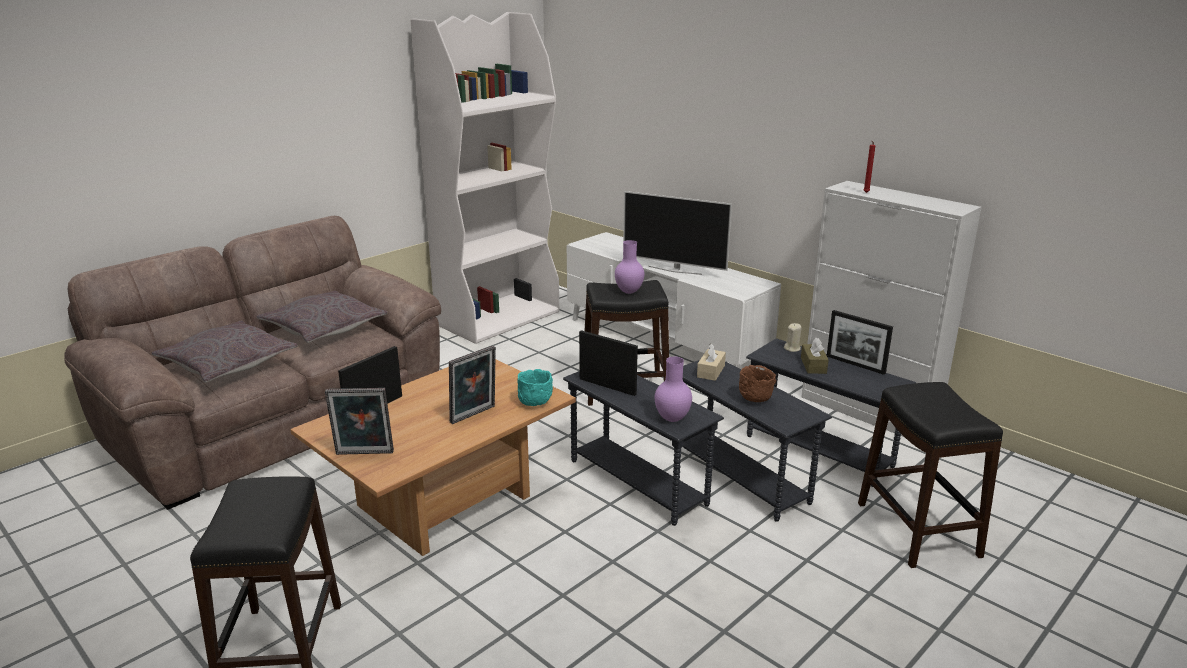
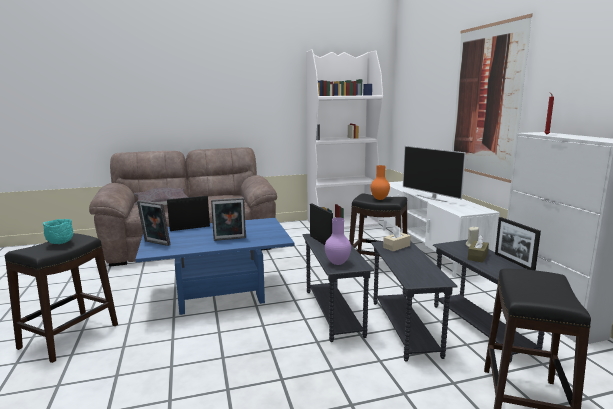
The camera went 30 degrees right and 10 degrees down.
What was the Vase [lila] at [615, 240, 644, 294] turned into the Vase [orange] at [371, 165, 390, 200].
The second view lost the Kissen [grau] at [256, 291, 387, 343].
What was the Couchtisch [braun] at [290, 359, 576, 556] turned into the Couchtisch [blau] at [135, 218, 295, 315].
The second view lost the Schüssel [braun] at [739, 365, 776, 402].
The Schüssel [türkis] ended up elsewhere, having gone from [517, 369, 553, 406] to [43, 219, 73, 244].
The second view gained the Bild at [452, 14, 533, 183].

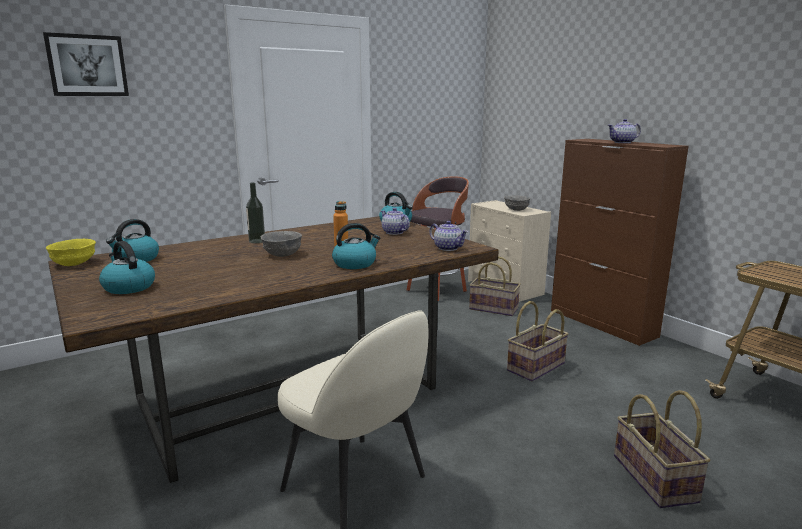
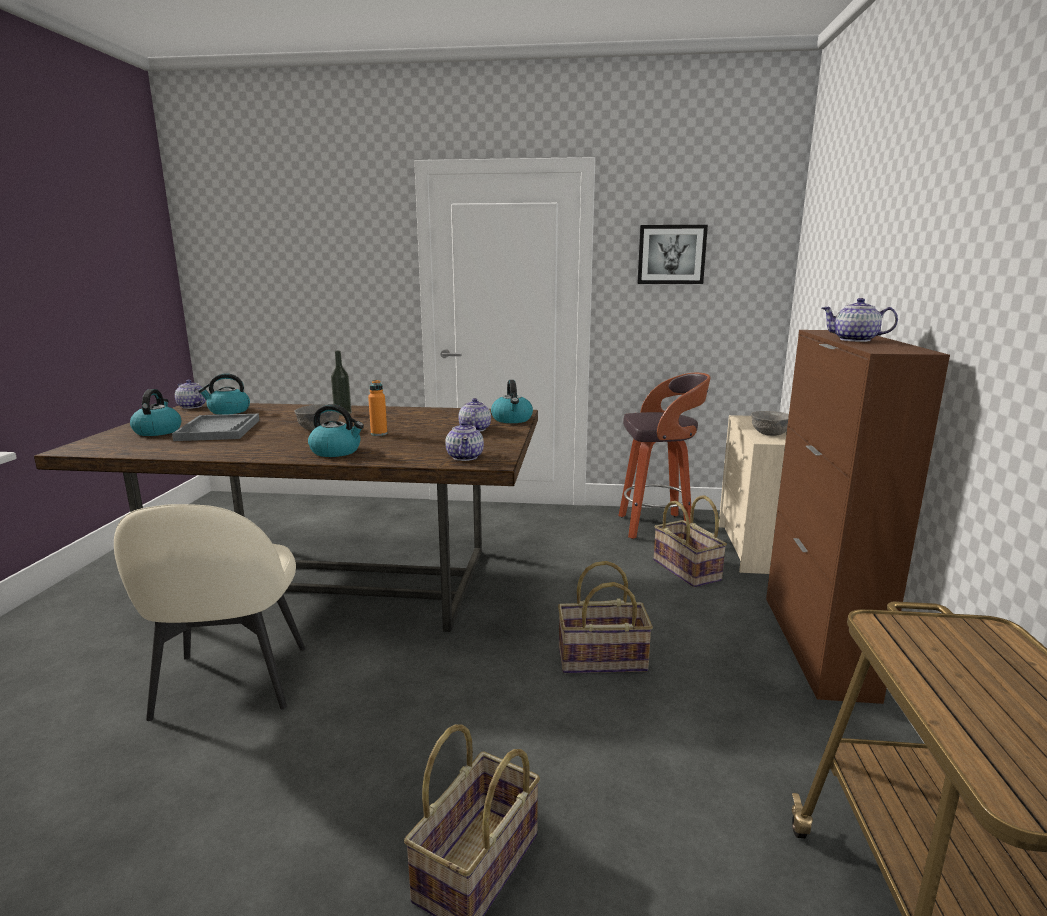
The camera went 40 degrees right and 0 degrees up.
The Bild ended up elsewhere, having gone from [43, 32, 129, 96] to [637, 225, 708, 284].
Where the Schüssel [gelb] stood at [46, 239, 96, 266], the Teekanne came to stand at [175, 380, 206, 409].
The second view gained the Tablett [grau] at [172, 414, 260, 441].

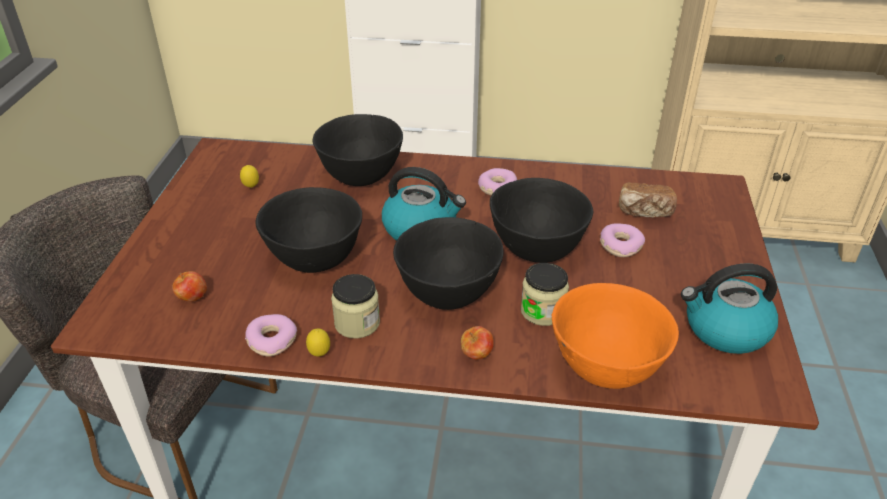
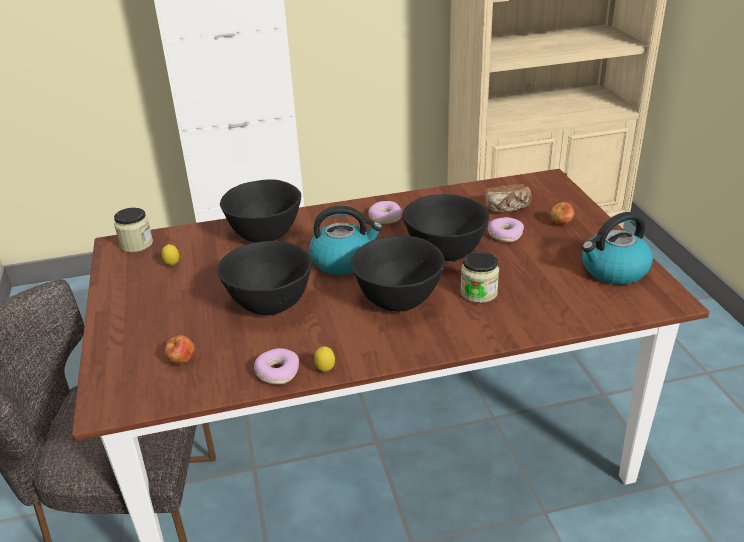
The camera went 20 degrees left and 5 degrees down.
The Vorratsglas ended up elsewhere, having gone from [331, 274, 380, 339] to [114, 208, 153, 252].
The second view lost the Schüssel [orange] at [552, 283, 679, 389].
The Apfel ended up elsewhere, having gone from [461, 326, 494, 360] to [551, 202, 574, 224].

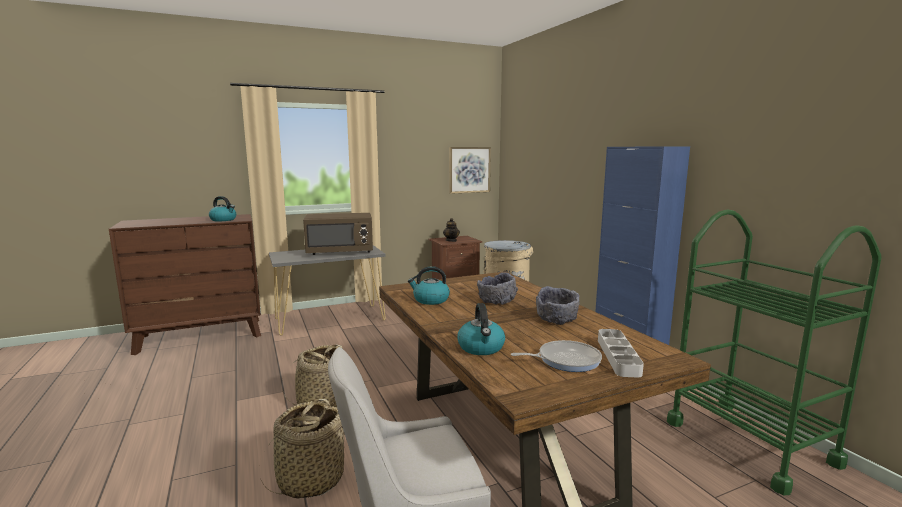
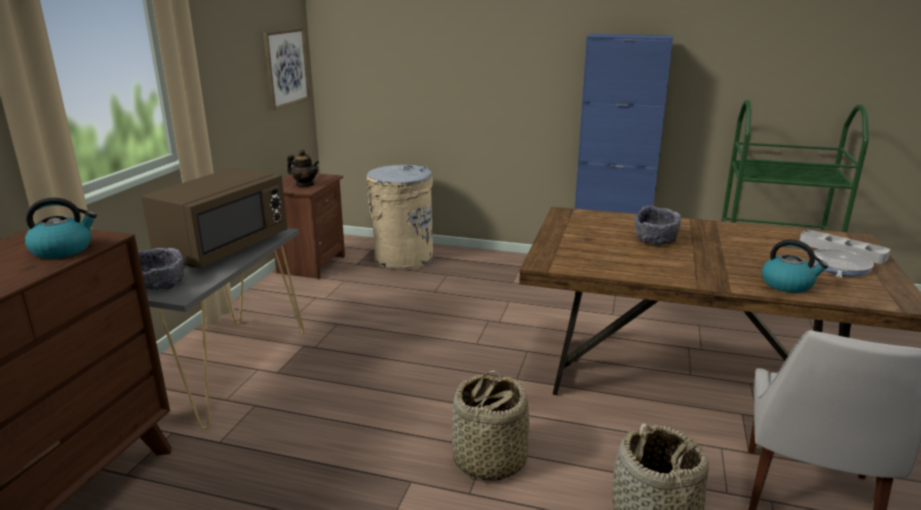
The camera went 50 degrees left and 10 degrees up.
The second view lost the Wasserkessel at [408, 266, 450, 305].
The Schüssel [grau] ended up elsewhere, having gone from [536, 286, 579, 325] to [138, 248, 184, 290].

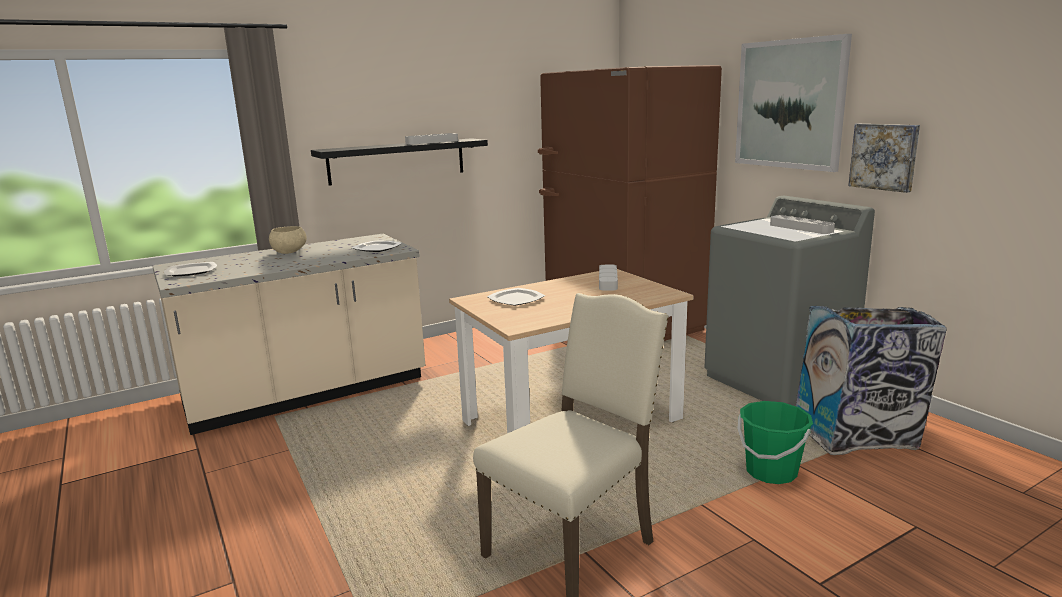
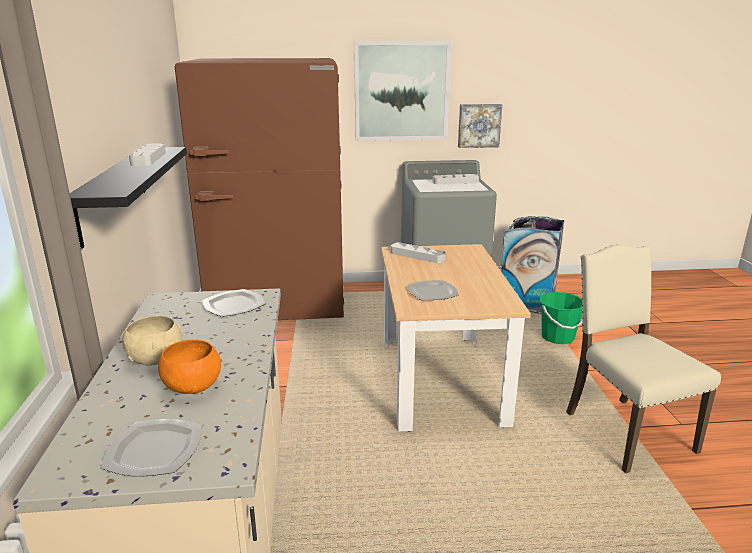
The camera went 65 degrees left and 5 degrees up.
The second view gained the Schüssel [orange] at [158, 339, 221, 394].

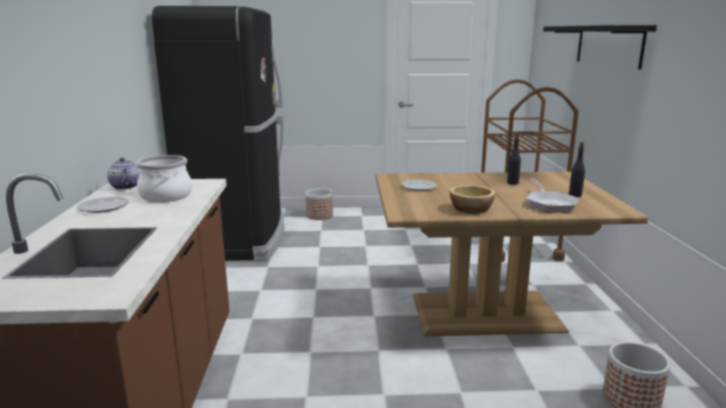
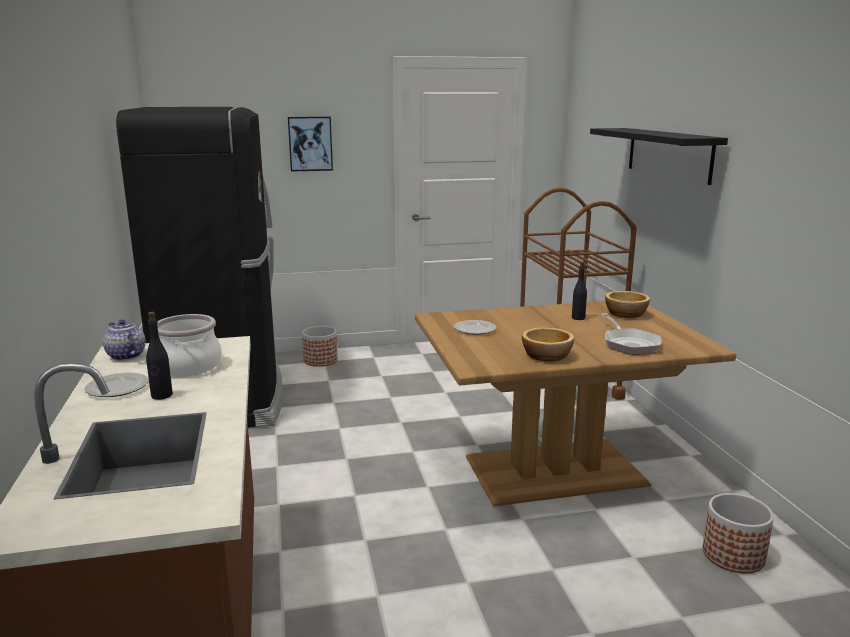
The camera went 10 degrees left and 0 degrees up.
The Flasche [schwarz] ended up elsewhere, having gone from [569, 142, 585, 197] to [146, 312, 173, 400].
The second view gained the Bild at [288, 117, 333, 171].
The second view gained the Schüssel at [605, 291, 650, 318].

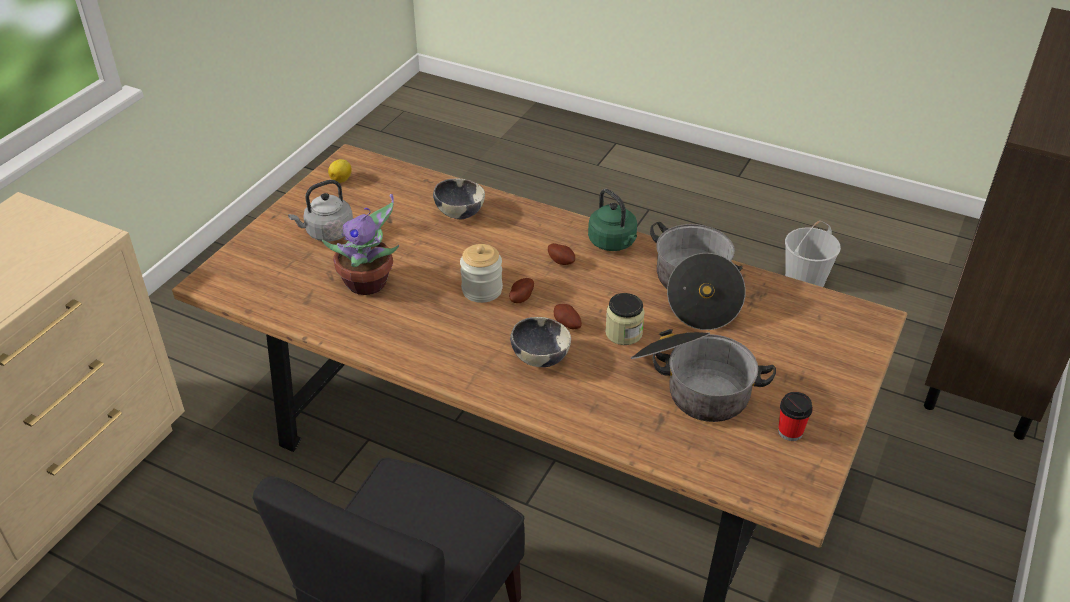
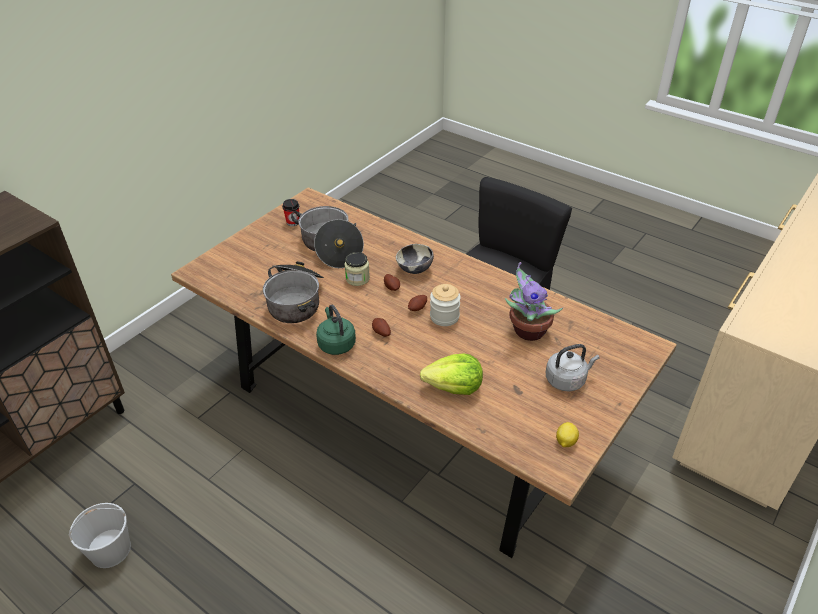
The camera went 170 degrees left and 0 degrees up.
Where the Schüssel stood at [433, 179, 485, 219], the Salatkopf came to stand at [420, 353, 483, 395].

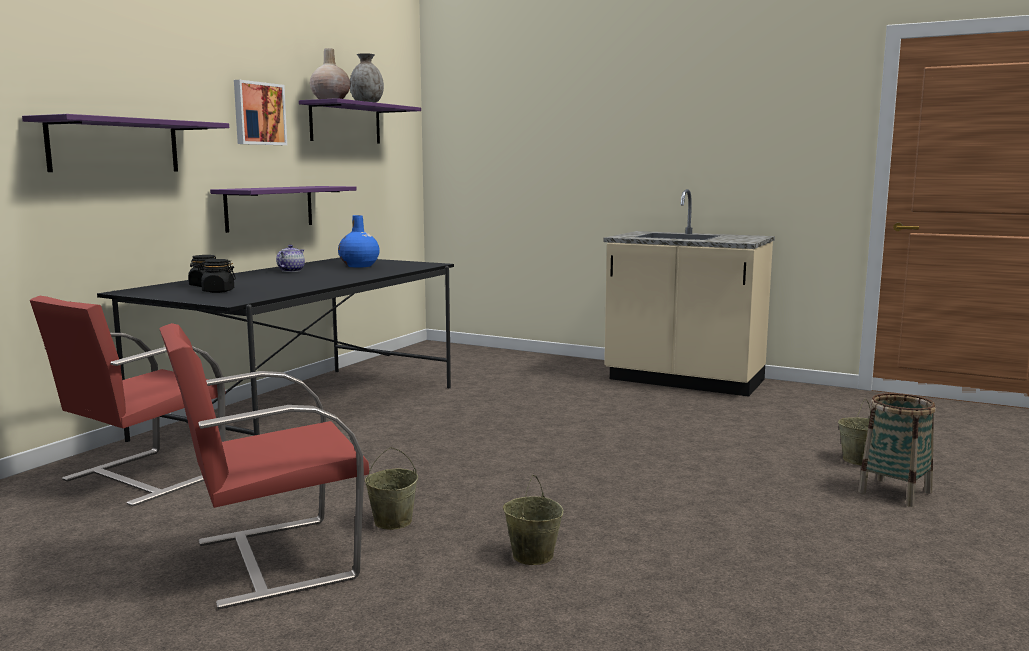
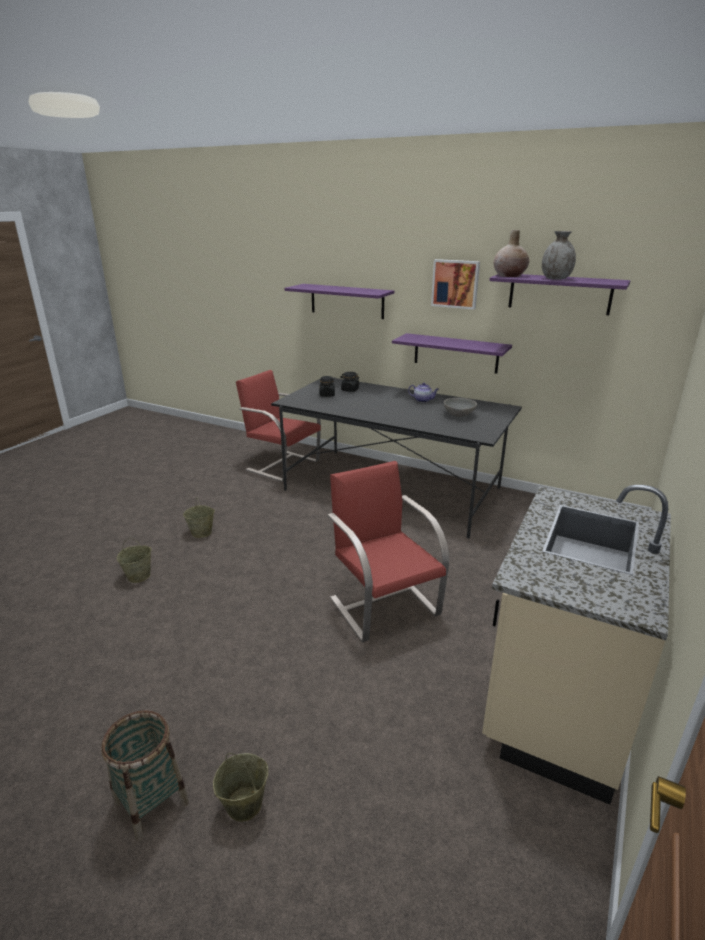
The camera went 90 degrees right and 15 degrees up.
Where the Vase [blau] stood at [338, 215, 380, 268], the Schüssel [grau] came to stand at [444, 398, 477, 417].
The Stuhl [rot] ended up elsewhere, having gone from [159, 323, 369, 609] to [327, 461, 449, 642].

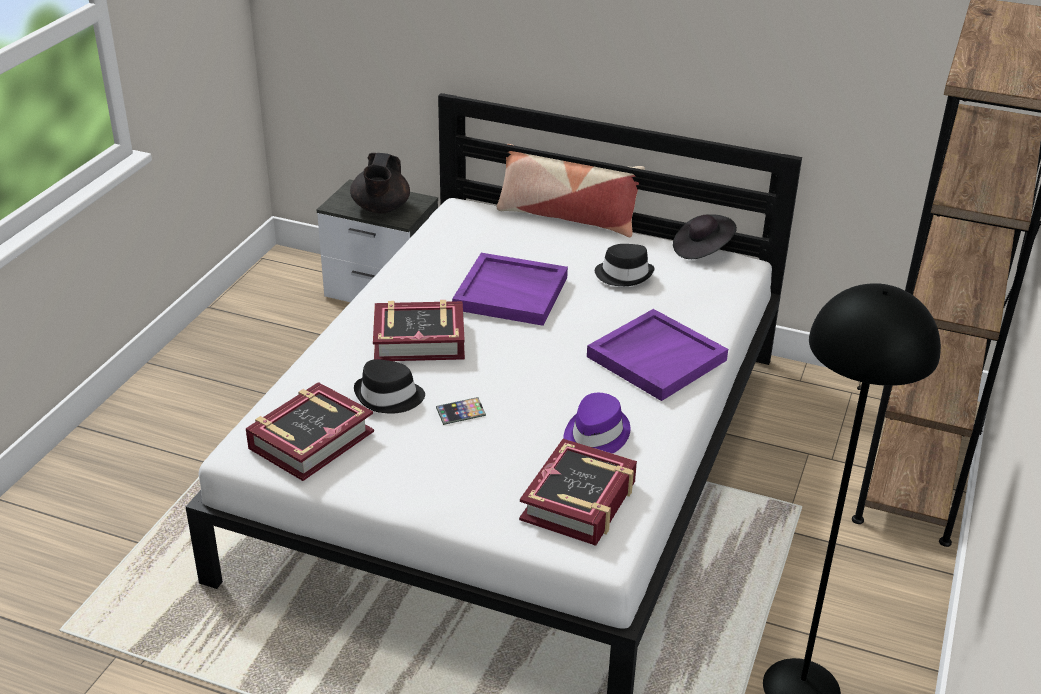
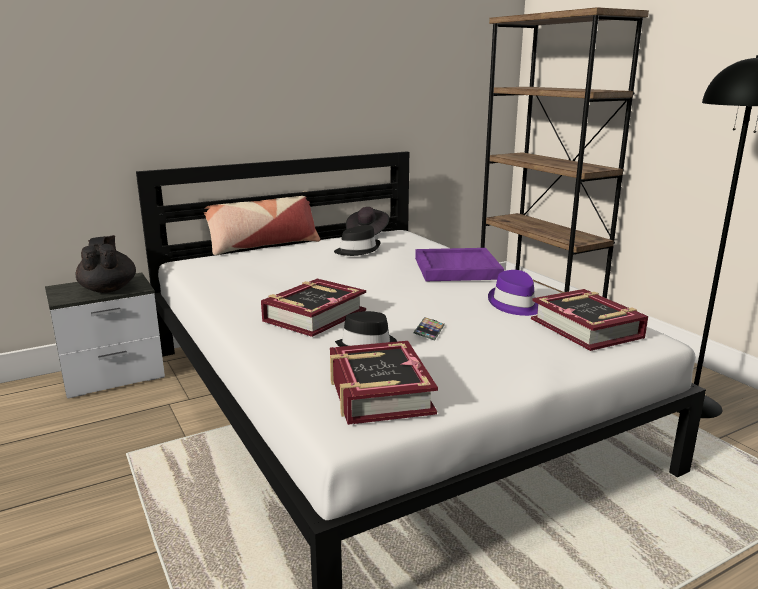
The camera went 50 degrees left and 15 degrees down.
The Teekanne [schwarz] at [350, 153, 410, 214] ended up facing another way, 150 degrees counterclockwise from before.
The second view lost the Tablett [lila] at [452, 253, 568, 326].

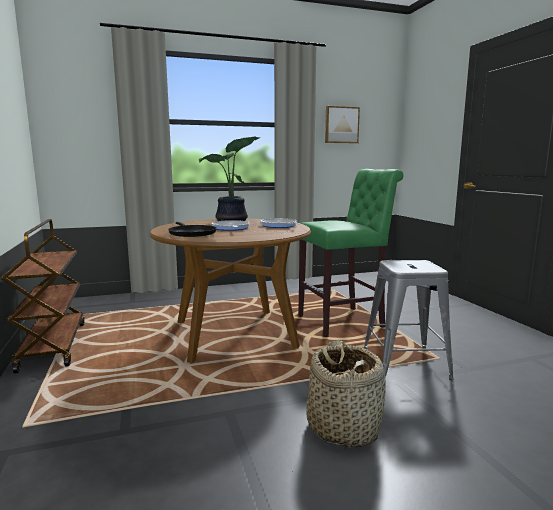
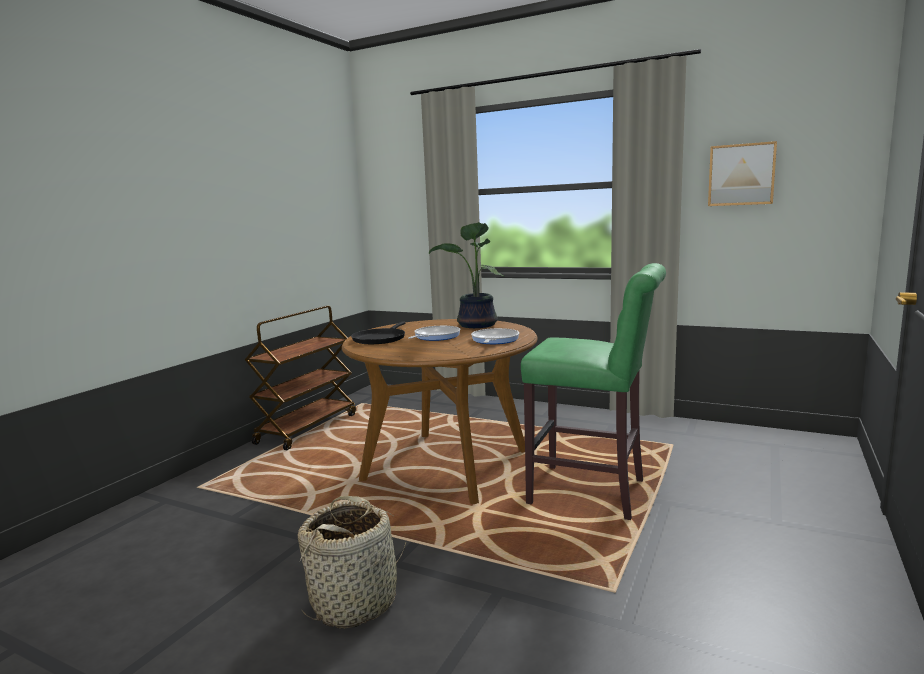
The camera went 45 degrees right and 0 degrees up.
The second view lost the Hocker [grau] at [364, 260, 454, 380].

